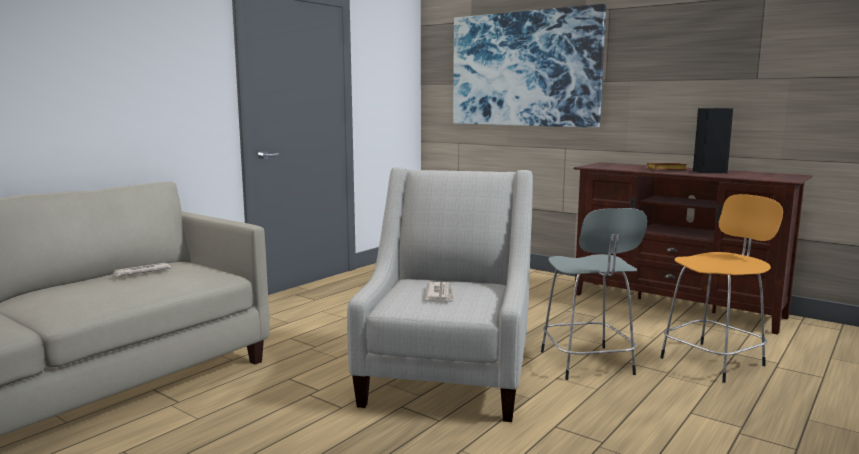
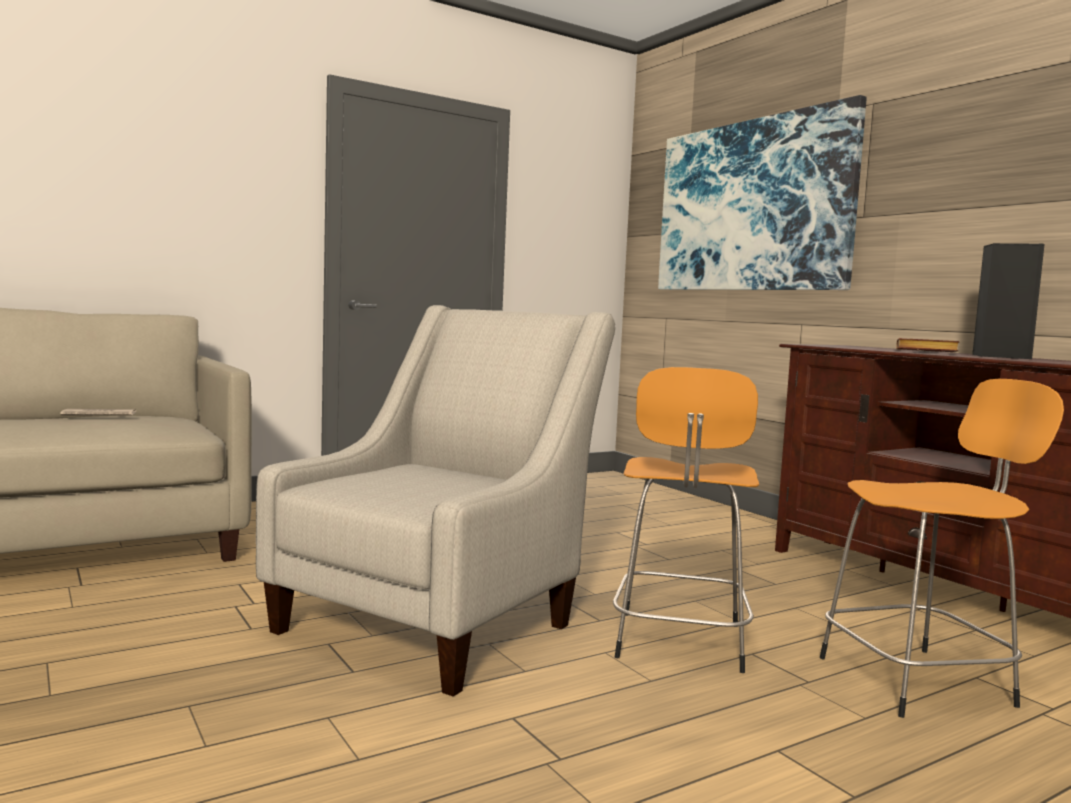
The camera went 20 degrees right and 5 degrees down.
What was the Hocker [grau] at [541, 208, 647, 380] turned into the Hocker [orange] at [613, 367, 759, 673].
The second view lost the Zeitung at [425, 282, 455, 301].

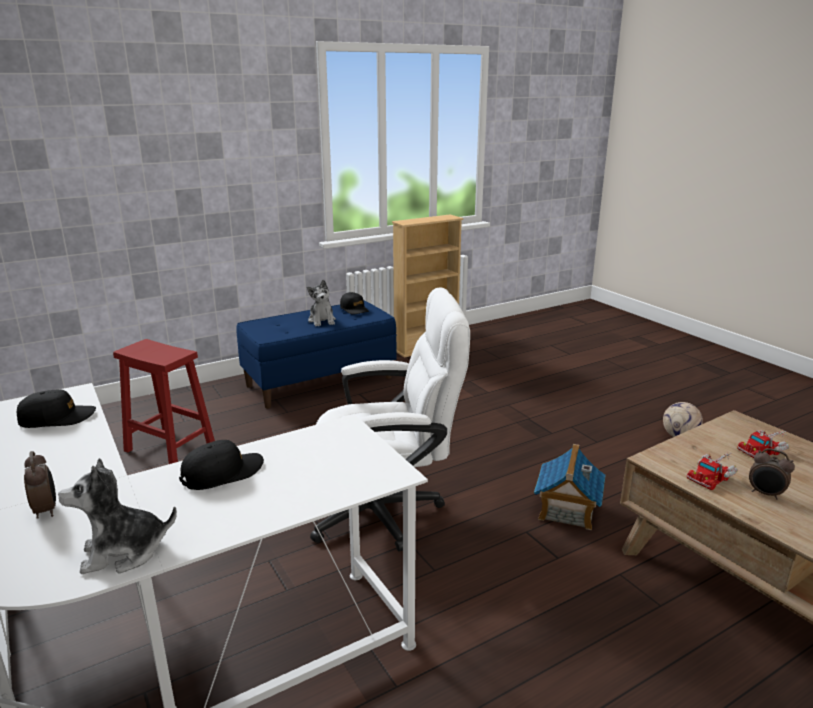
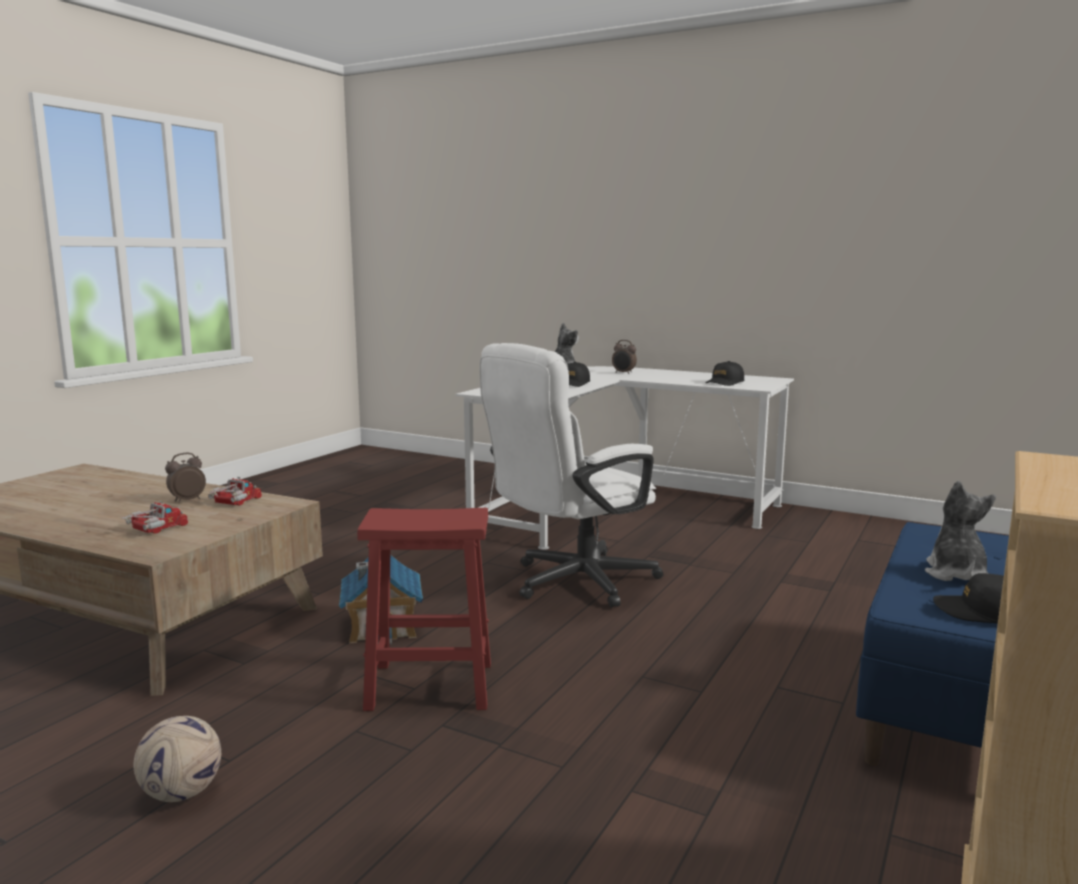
The camera went 150 degrees right and 10 degrees down.
The Plüschtier at [307, 280, 336, 326] ended up facing another way, 60 degrees clockwise from before.
The Hocker [rot] ended up elsewhere, having gone from [113, 339, 215, 464] to [357, 508, 491, 711].
The Wecker at [749, 448, 795, 500] ended up facing another way, 45 degrees counterclockwise from before.

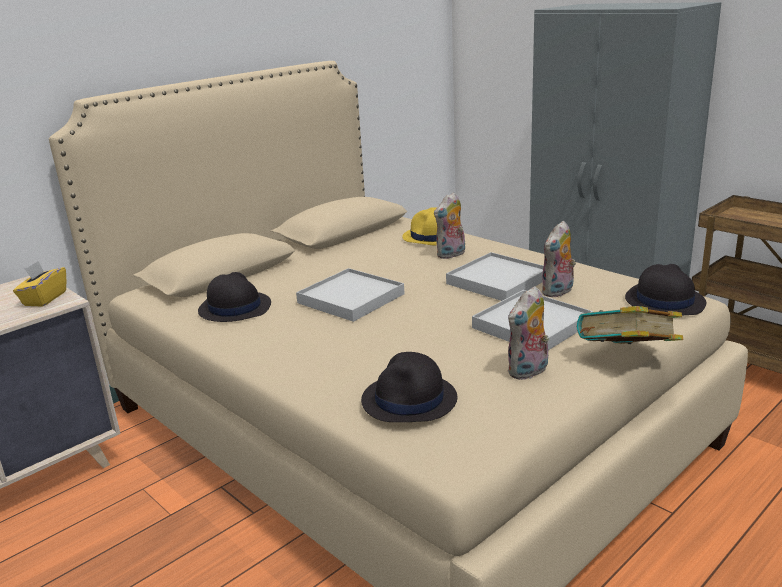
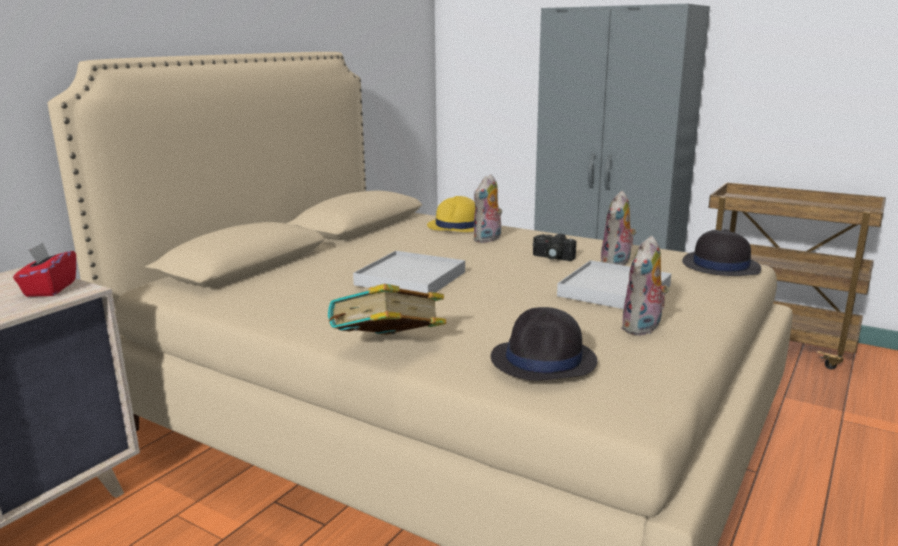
The camera went 15 degrees left and 5 degrees down.
Where the Tablett [weiß] stood at [446, 252, 544, 301], the Kamera came to stand at [533, 233, 576, 261].
What was the Taschentuchbox [gelb] at [13, 261, 66, 307] turned into the Taschentuchbox [rot] at [13, 242, 76, 297].
The second view lost the Hut [schwarz] at [198, 272, 271, 322].
The Buch ended up elsewhere, having gone from [577, 306, 683, 344] to [328, 284, 446, 335].

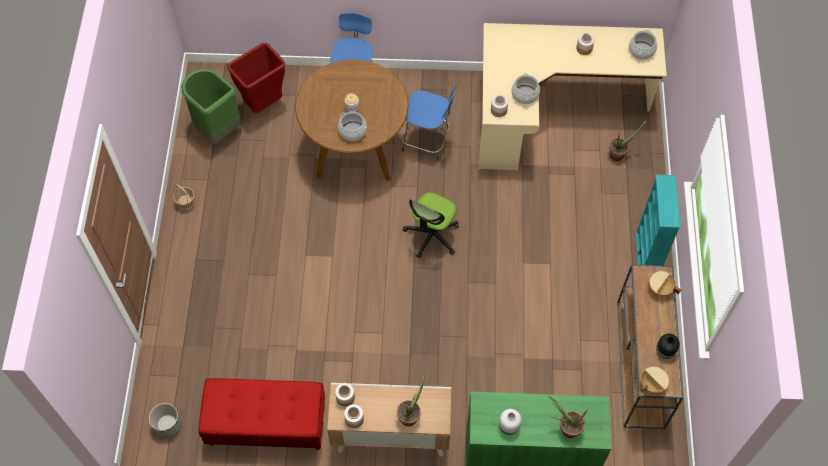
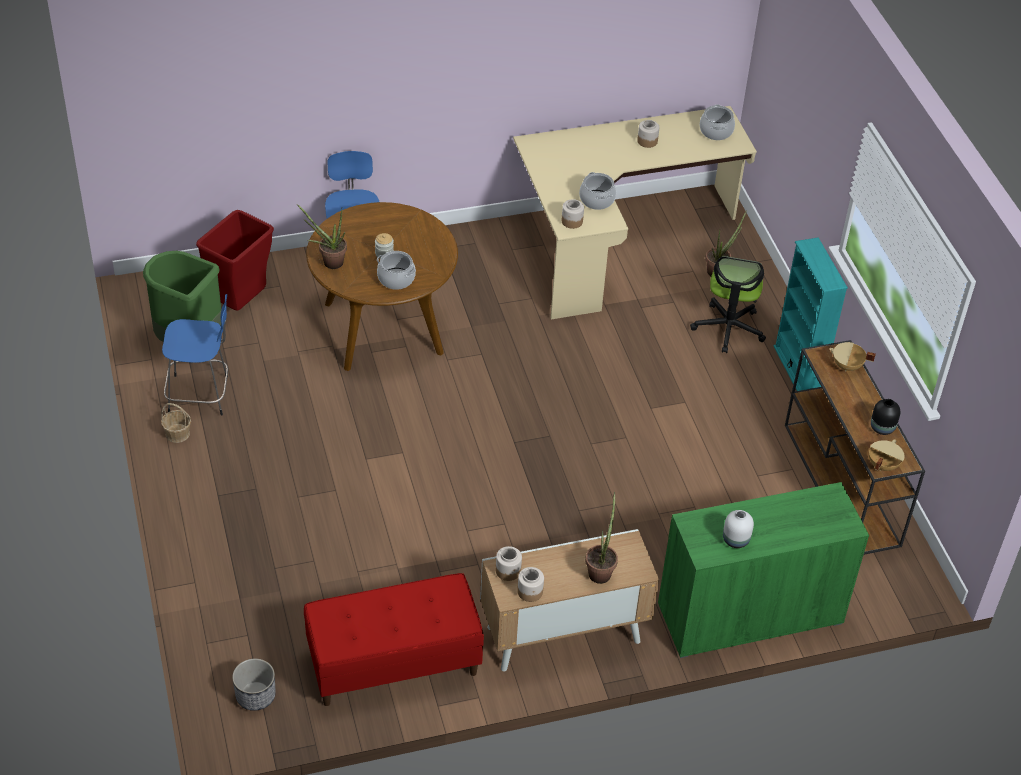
The camera went 20 degrees left and 15 degrees down.
The Hocker [blau] ended up elsewhere, having gone from [401, 85, 457, 161] to [162, 294, 228, 415].
The Bürostuhl ended up elsewhere, having gone from [403, 192, 459, 258] to [690, 256, 766, 353].
The Topfpflanze ended up elsewhere, having gone from [549, 396, 588, 438] to [297, 204, 347, 269].

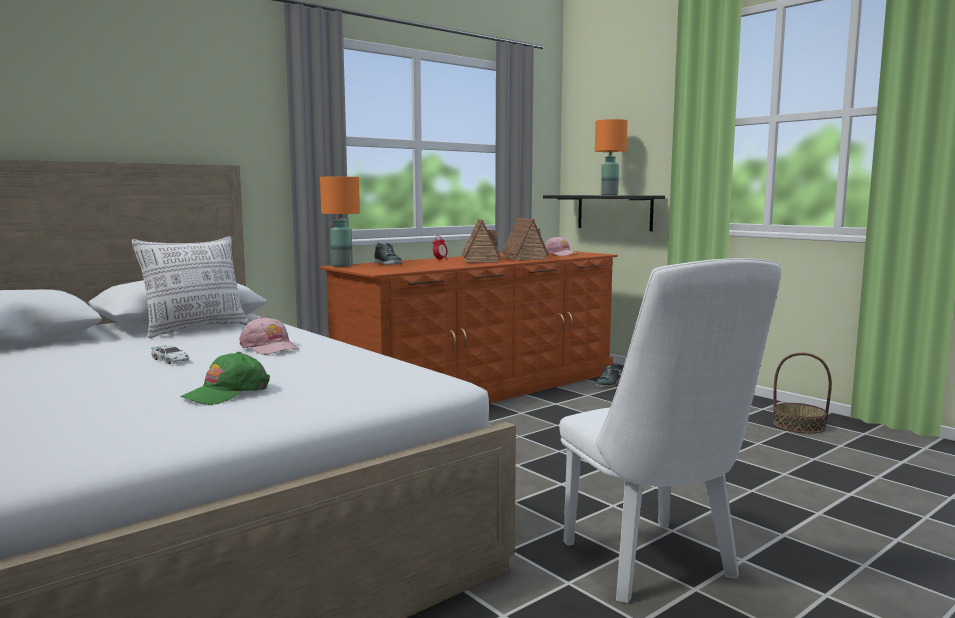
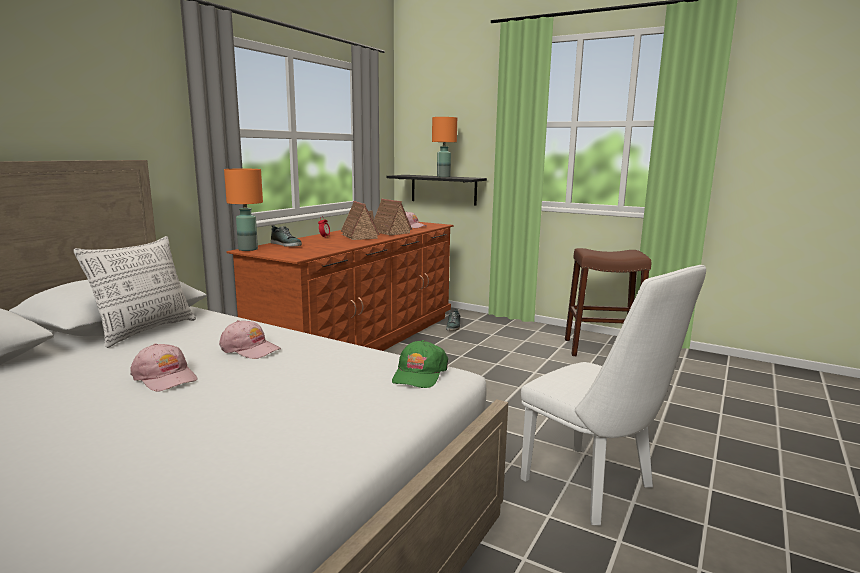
The camera went 20 degrees left and 5 degrees up.
Where the Spielzeugauto stood at [151, 345, 189, 364], the Kappe [rosa] came to stand at [130, 343, 198, 392].
The Kappe [grün] ended up elsewhere, having gone from [180, 352, 270, 405] to [392, 340, 448, 388].
Where the Korb stood at [773, 353, 832, 434], the Hocker [braun] came to stand at [565, 248, 651, 356].

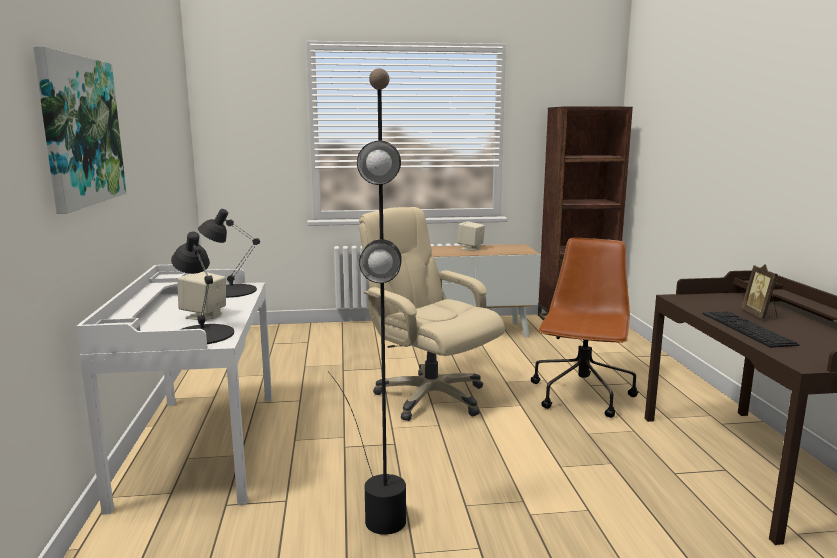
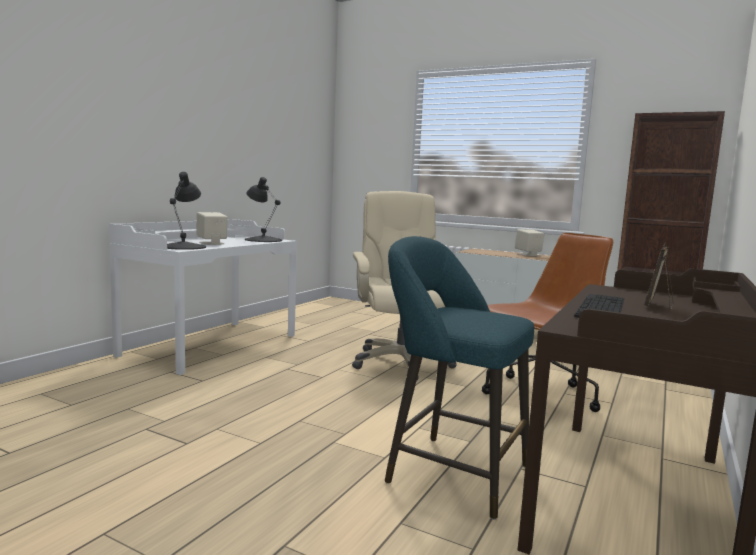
The camera went 35 degrees right and 5 degrees down.
The second view lost the Bild at [33, 46, 126, 214].
The second view lost the Stehlampe [schwarz] at [329, 68, 406, 535].
The second view gained the Hocker [türkis] at [385, 236, 534, 520].

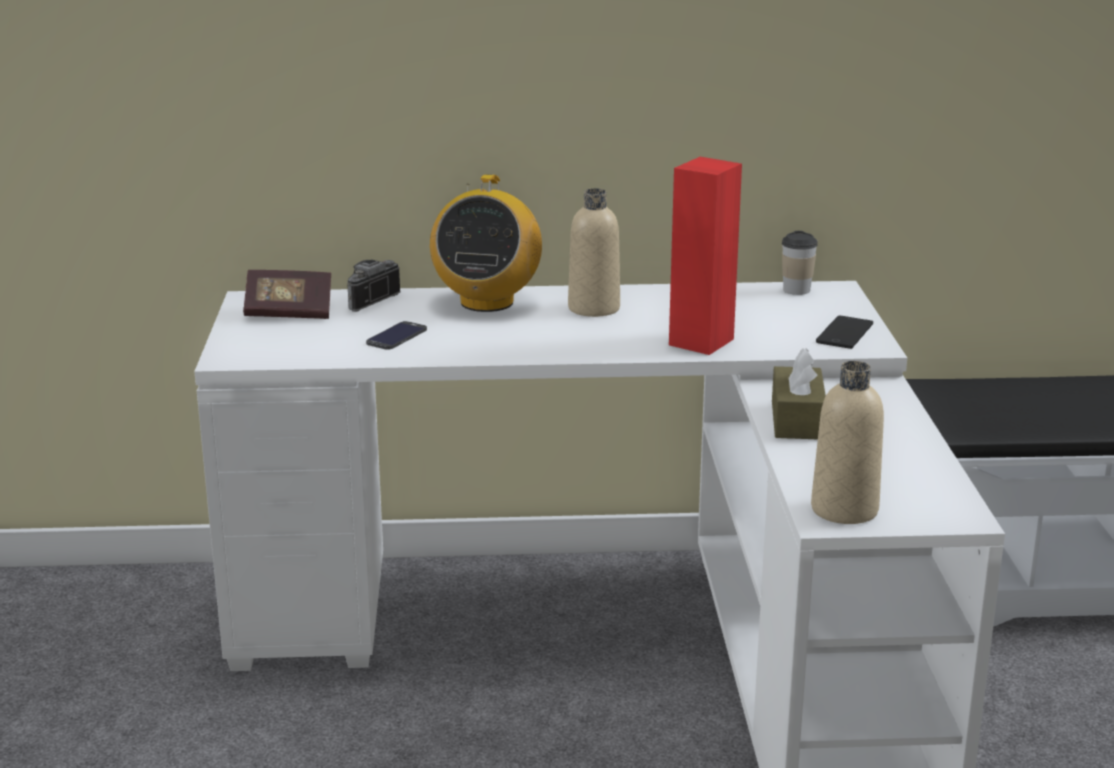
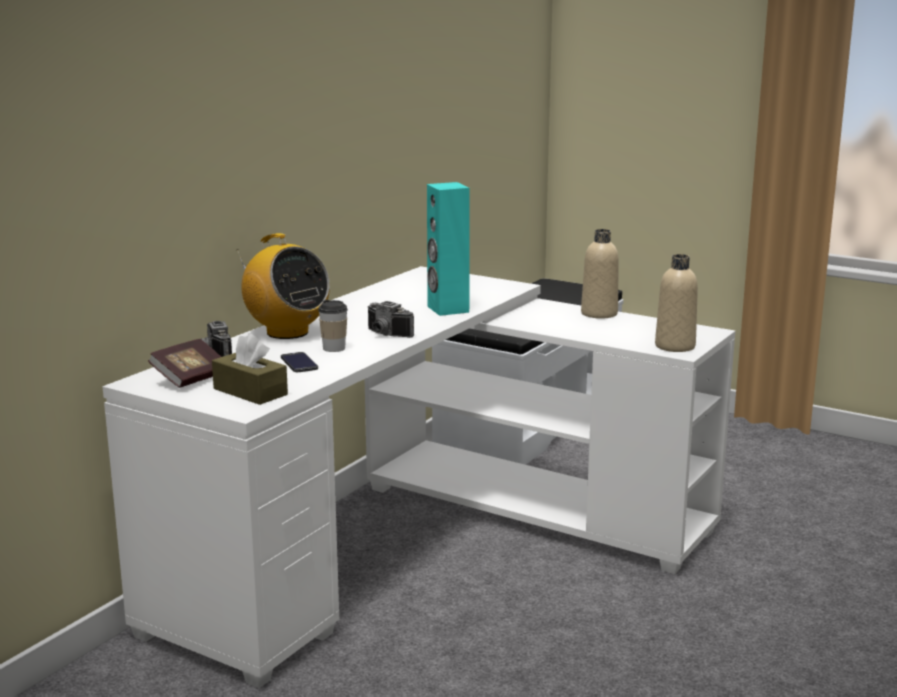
The camera went 55 degrees left and 5 degrees down.
What was the Lautsprecher [rot] at [669, 157, 742, 355] turned into the Lautsprecher [türkis] at [427, 182, 470, 316].
The Flasche [beige] ended up elsewhere, having gone from [568, 188, 620, 317] to [581, 229, 619, 319].
The Tasse ended up elsewhere, having gone from [782, 231, 818, 295] to [318, 300, 348, 352].
The second view lost the Handy at [816, 315, 873, 349].
The Taschentuchbox [braun] ended up elsewhere, having gone from [772, 348, 826, 440] to [212, 333, 288, 405].
The second view gained the Kamera at [368, 301, 414, 338].

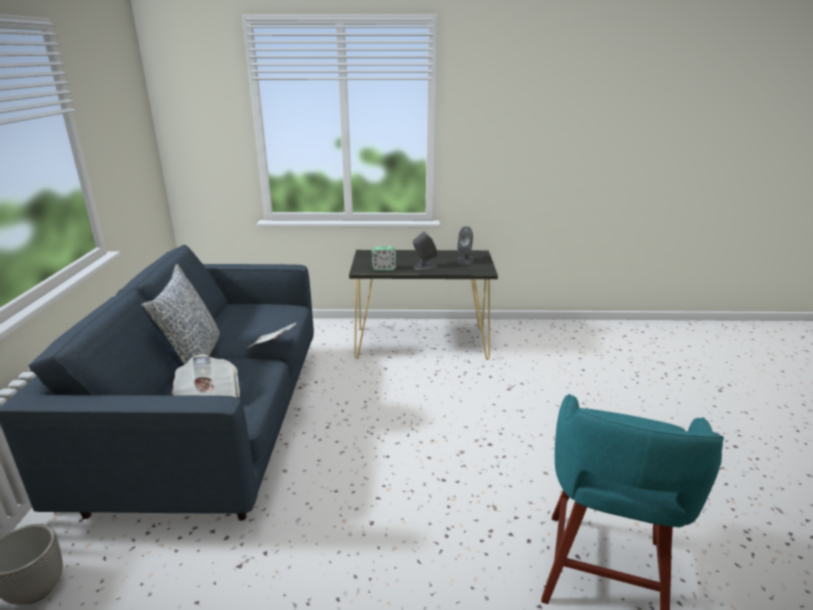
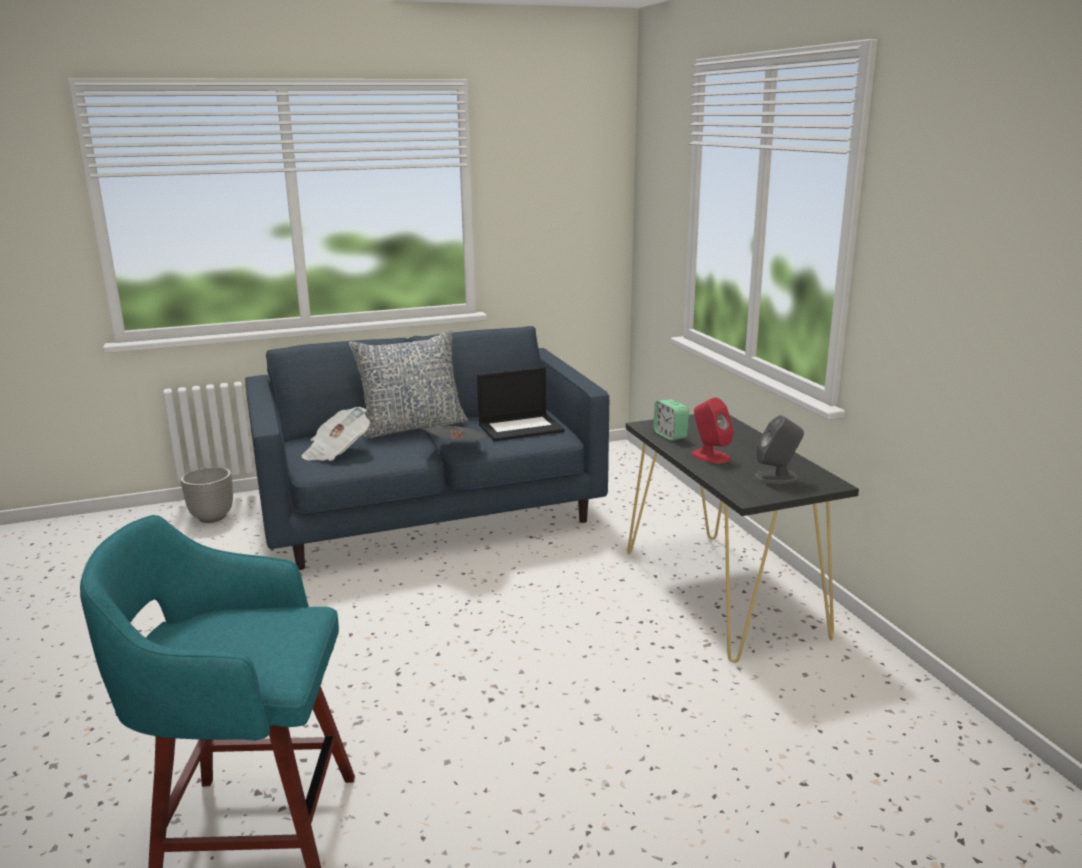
The camera went 70 degrees right and 5 degrees down.
What was the Lautsprecher [grau] at [413, 232, 437, 270] turned into the Lautsprecher [rot] at [691, 398, 734, 464].
The second view gained the Laptop at [477, 367, 565, 441].

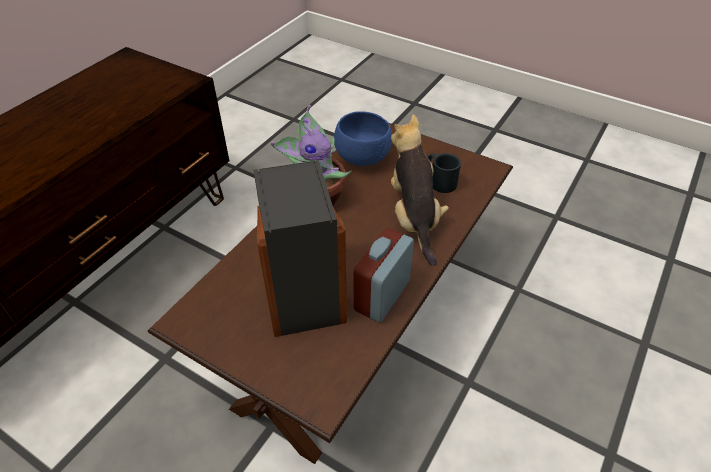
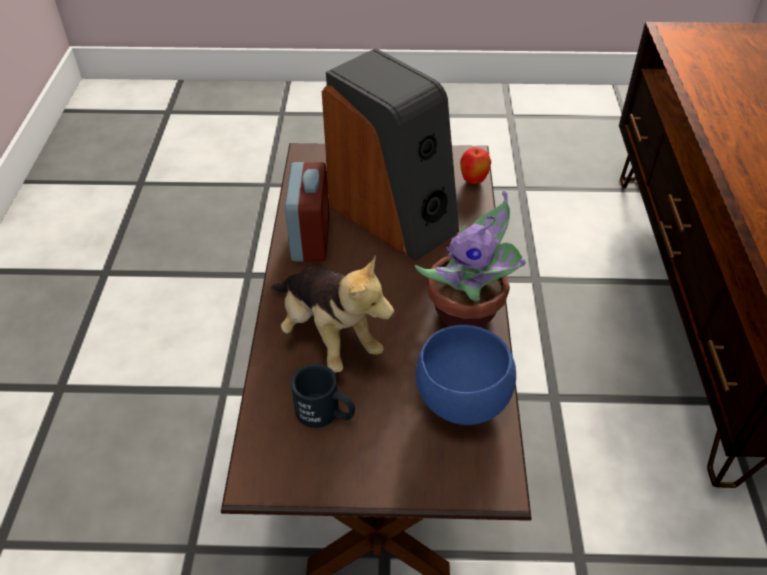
The camera went 150 degrees right and 0 degrees up.
The second view gained the Apfel at [460, 147, 491, 184].

